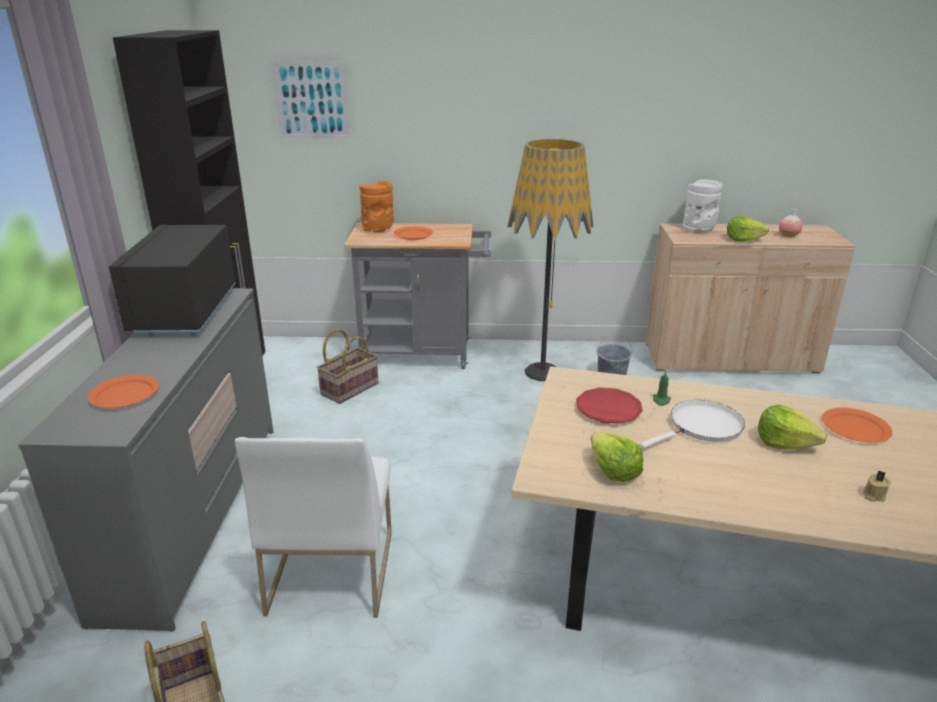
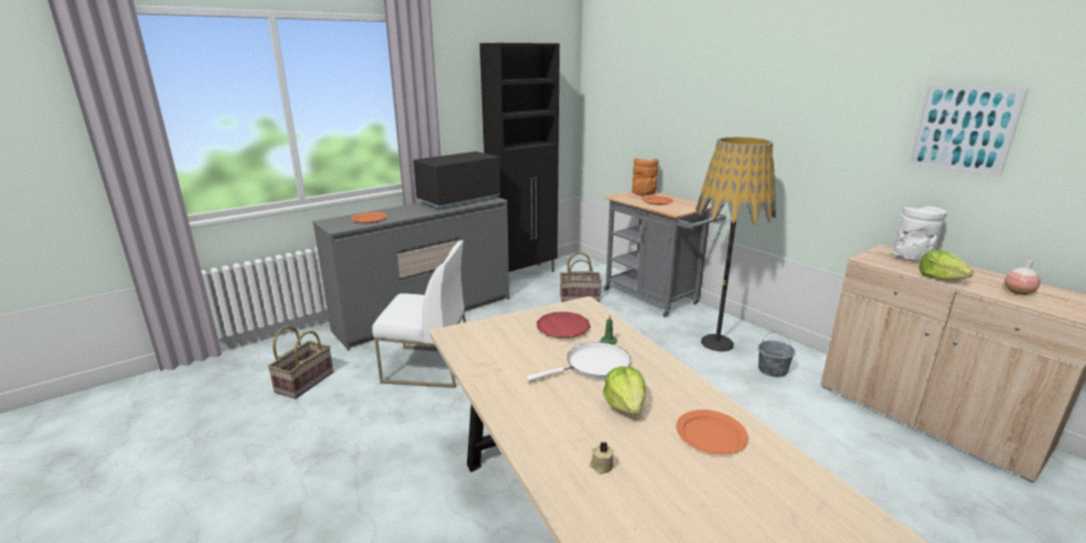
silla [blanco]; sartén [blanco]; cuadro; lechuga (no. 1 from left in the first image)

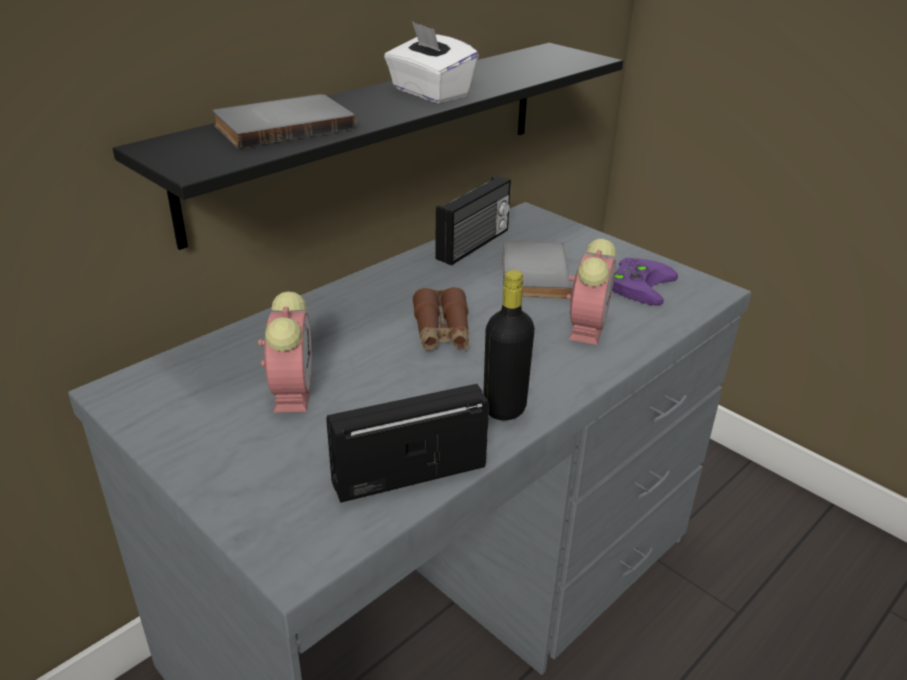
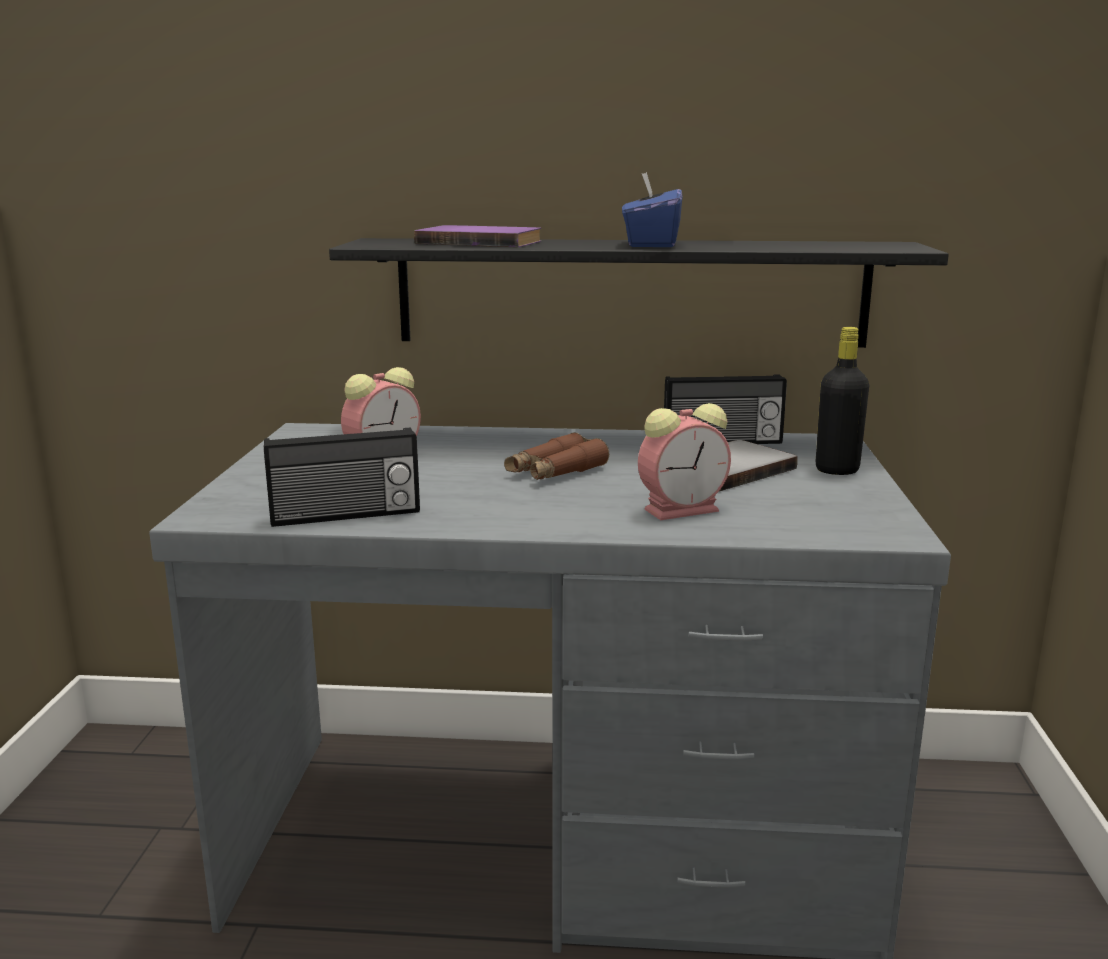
radio (no. 1 from left); libro [morado]; caja de pañuelos [azul]; botella [negro]; mando de consola [morado]

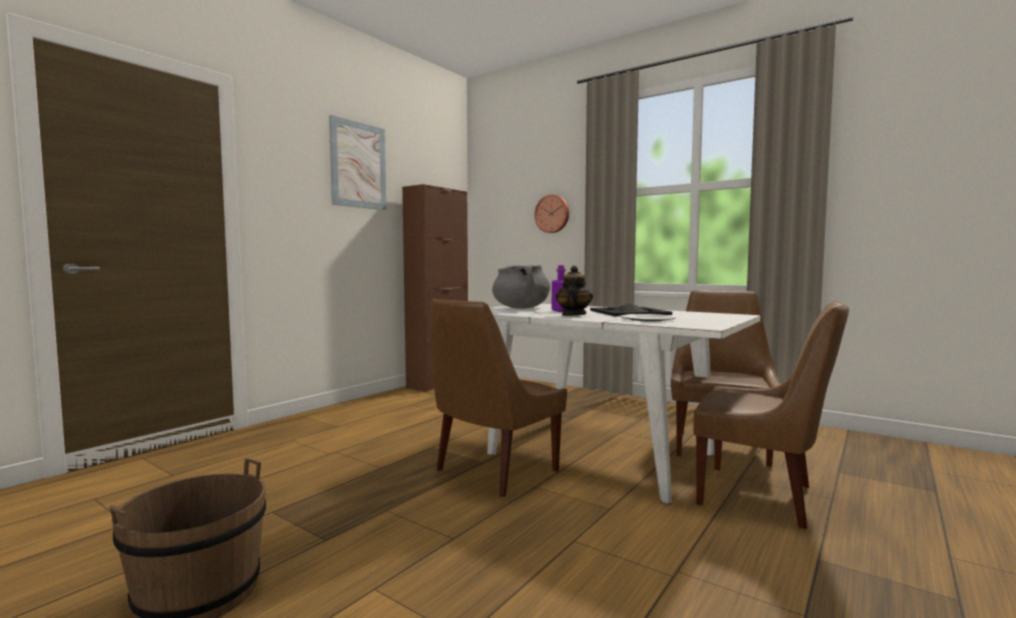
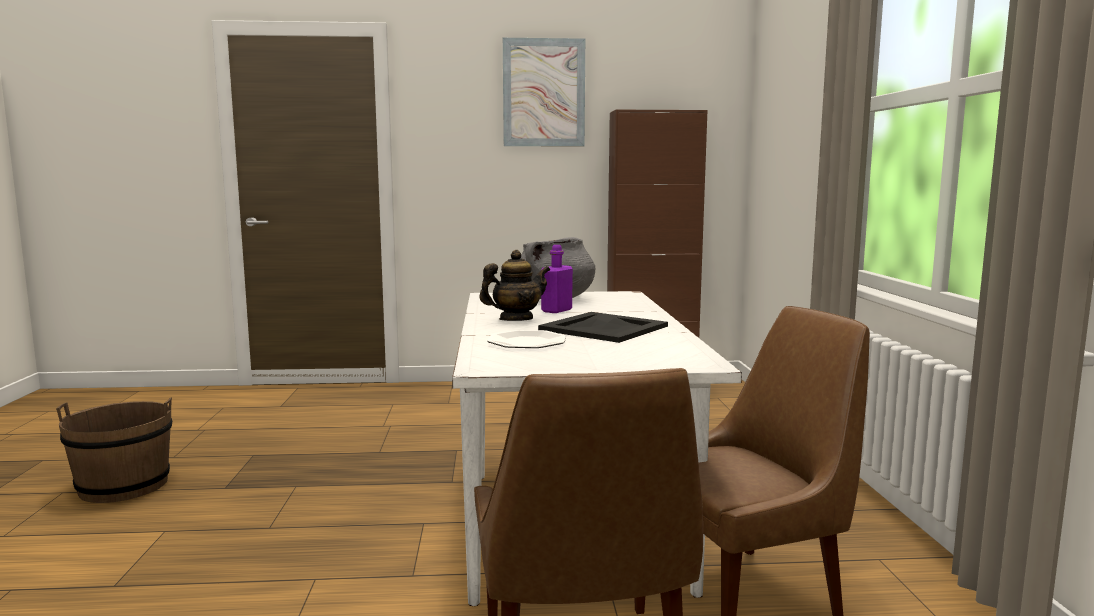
silla [marrón] (no. 1 from left in the first image); reloj de pared

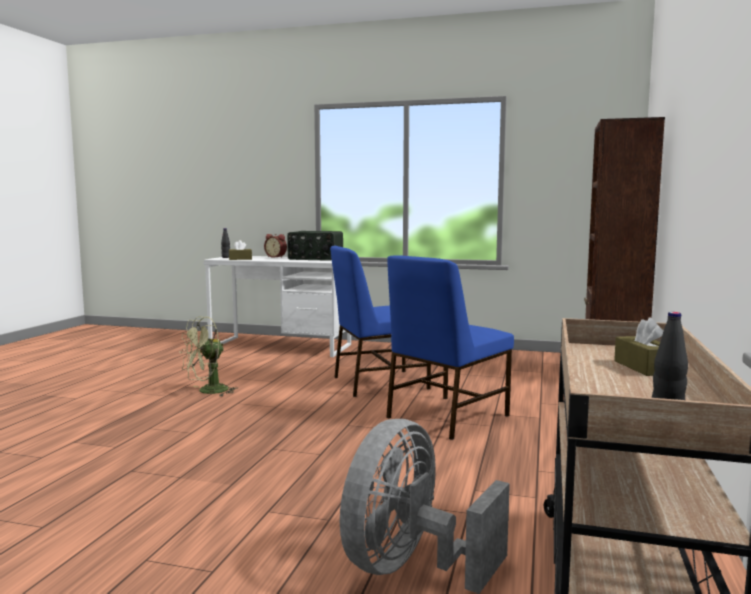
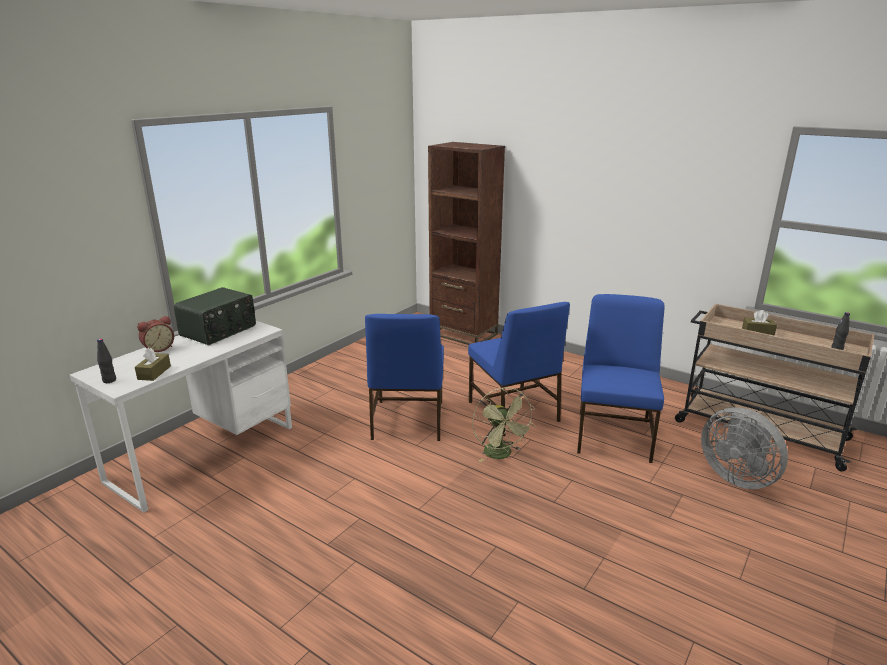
ventilador [verde]; silla [azul] (no. 3 from left)

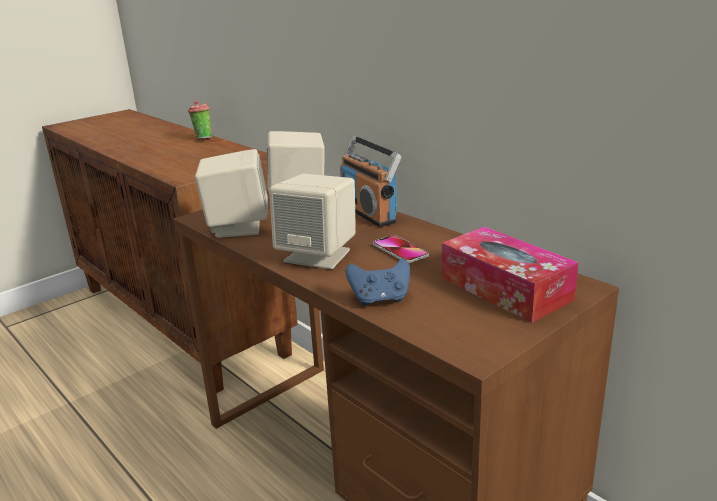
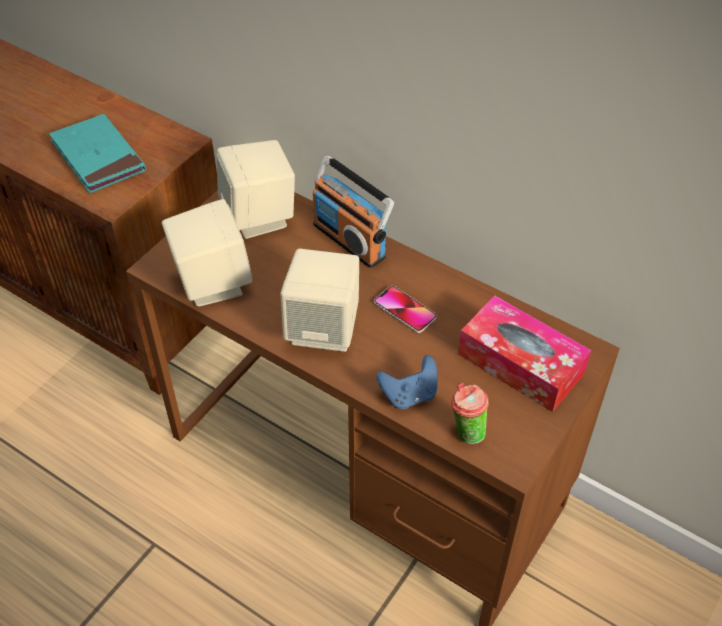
libro [turquesa]; taza

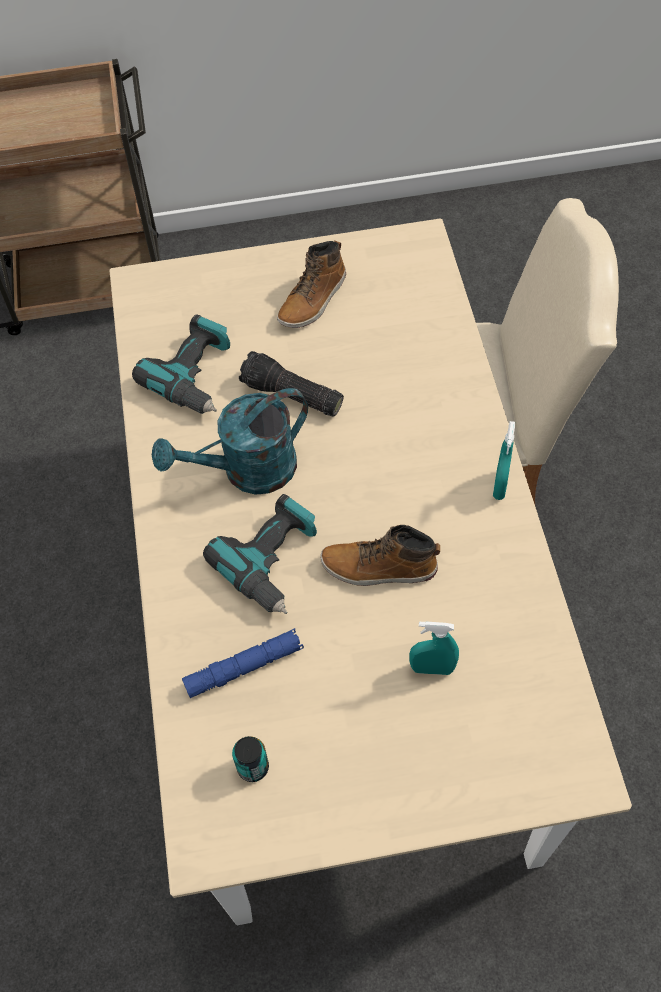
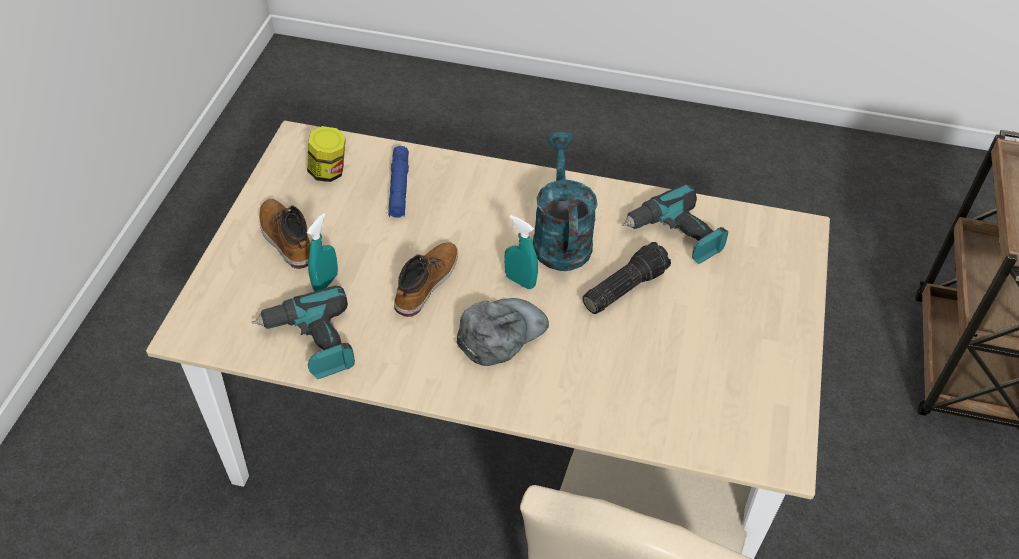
taladro (no. 1 from left); bota (no. 1 from left); tarro; gorra [gris]; pulverizador [turquesa] (no. 2 from left)

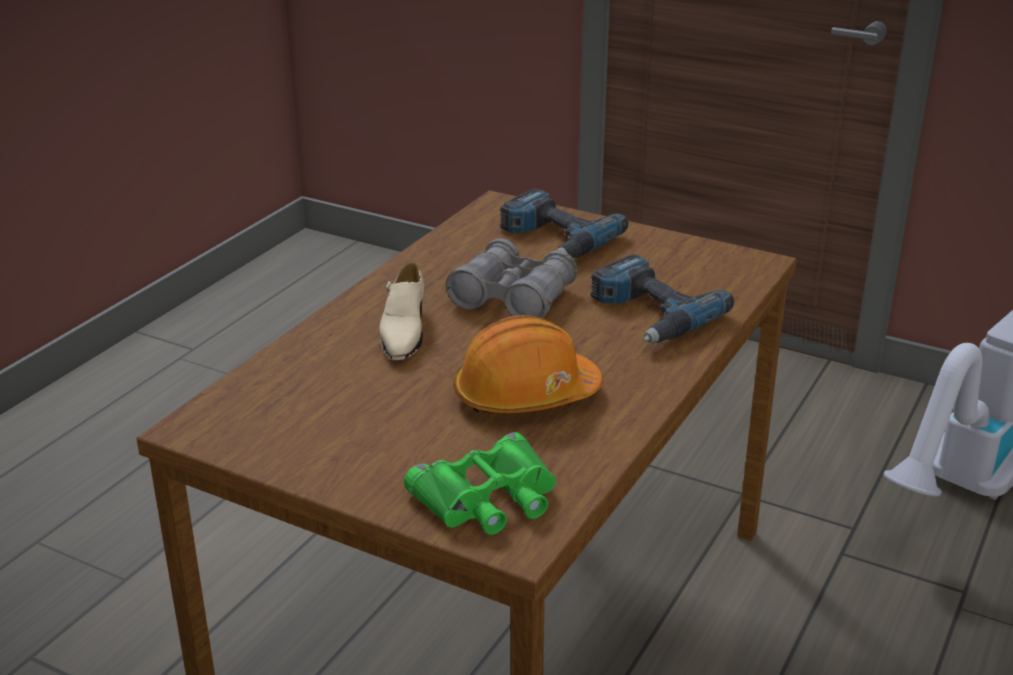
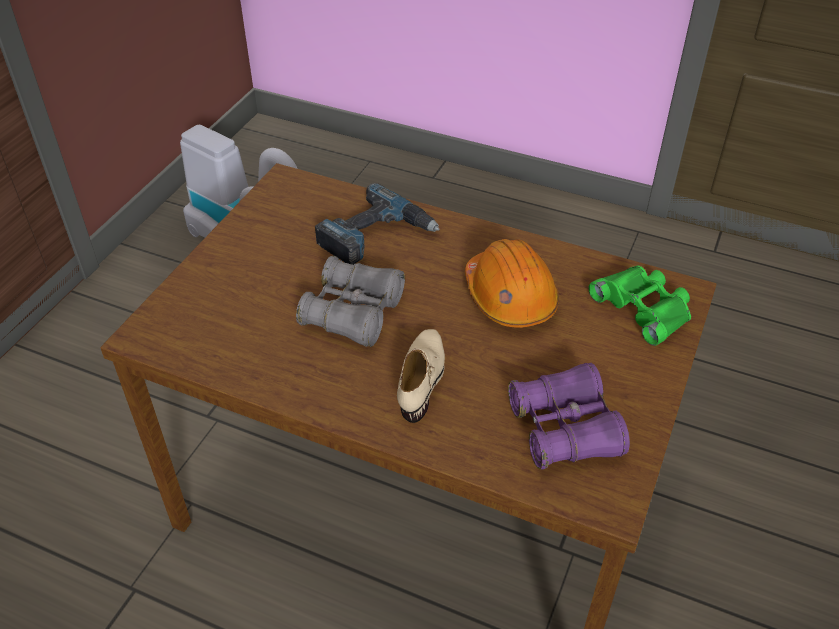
zapato [beis]; prismáticos [morado]; taladro (no. 1 from left in the first image)

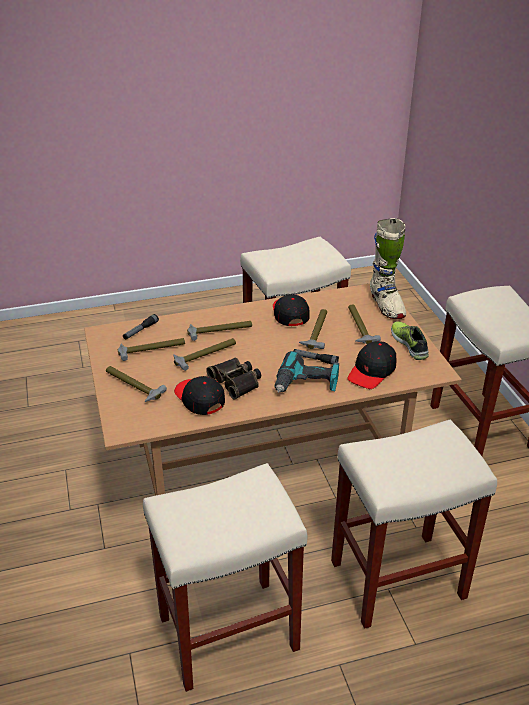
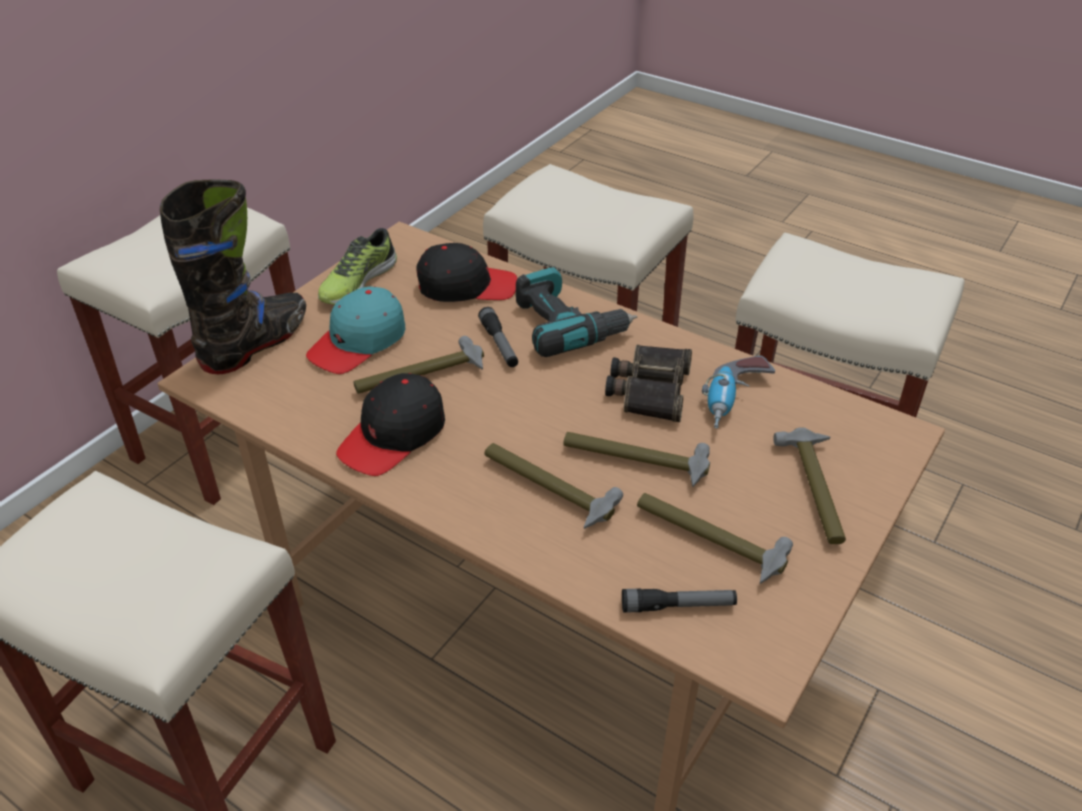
bota [negro]; gorra [turquesa]; taladro (no. 2 from left)

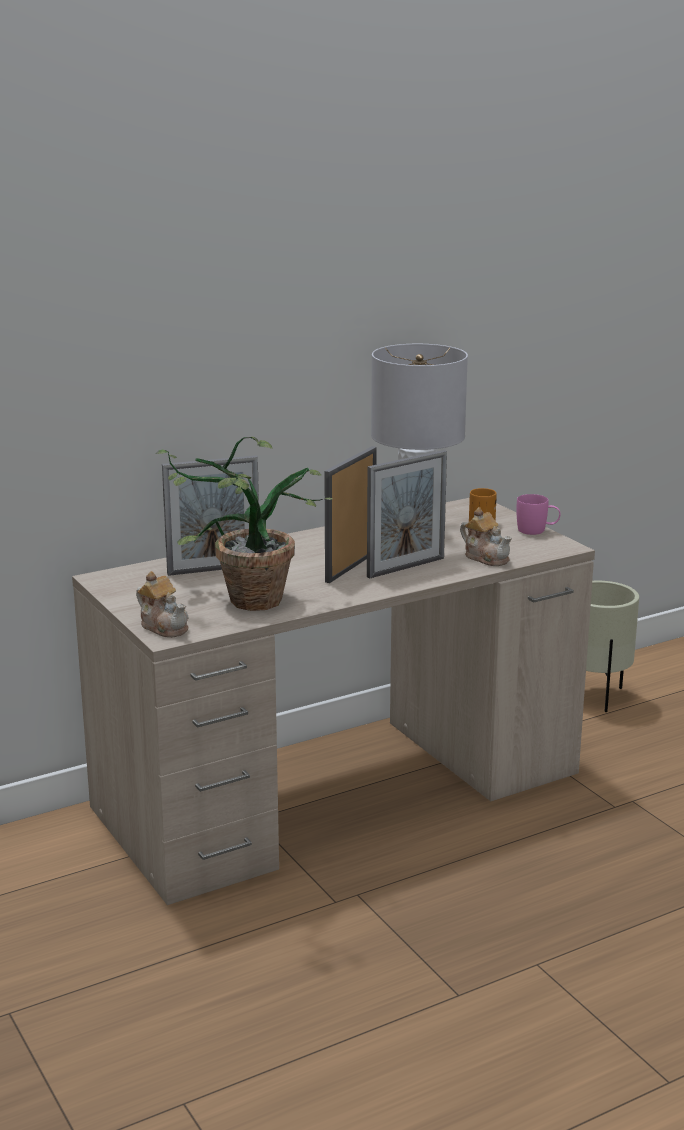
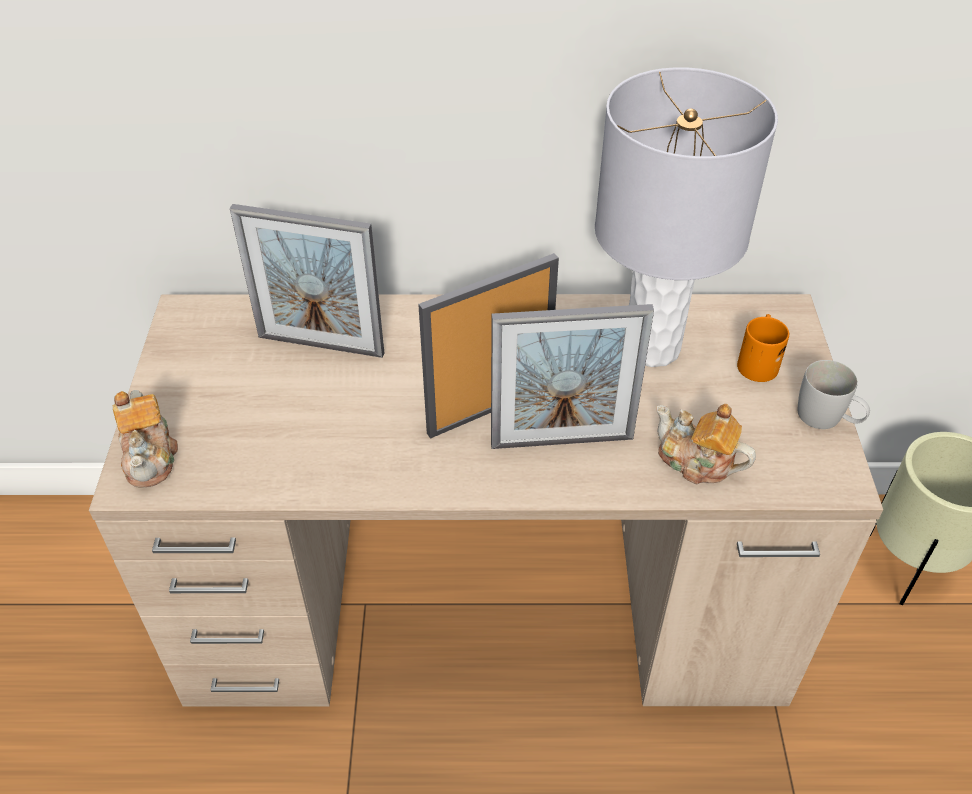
tetera (no. 2 from left); taza grande [blanco]; planta en maceta

